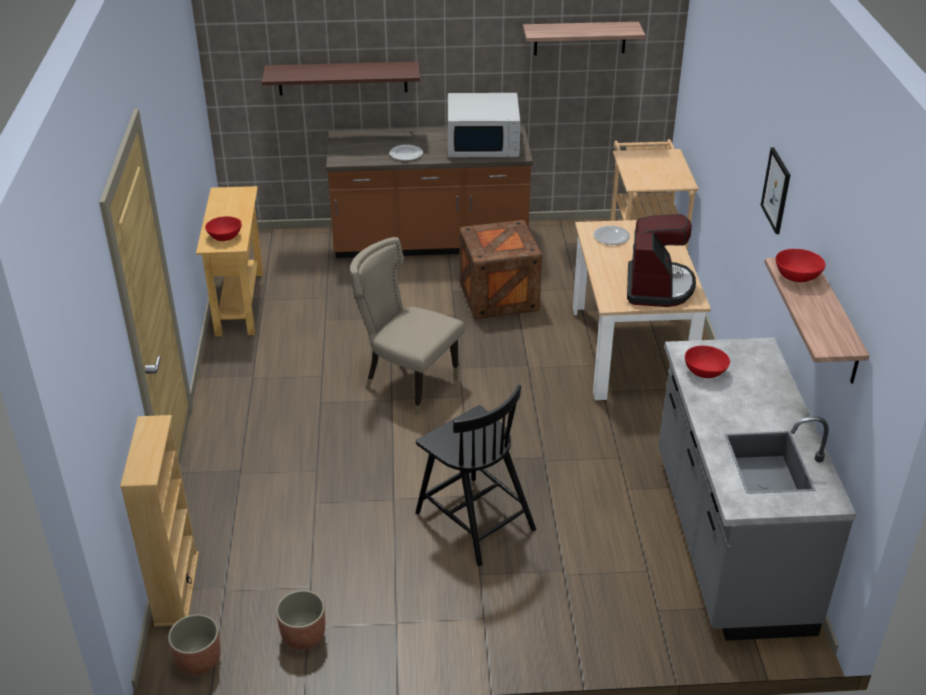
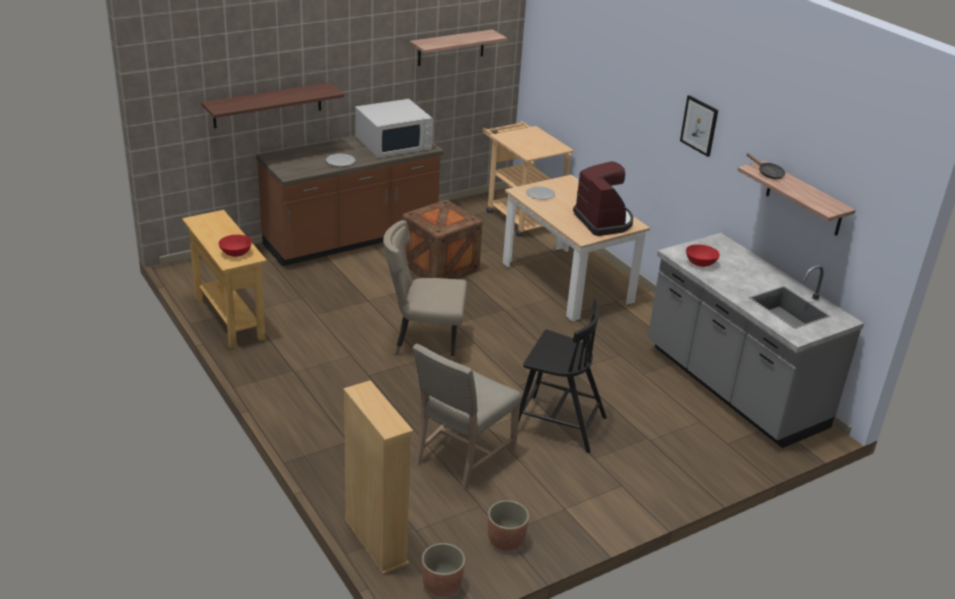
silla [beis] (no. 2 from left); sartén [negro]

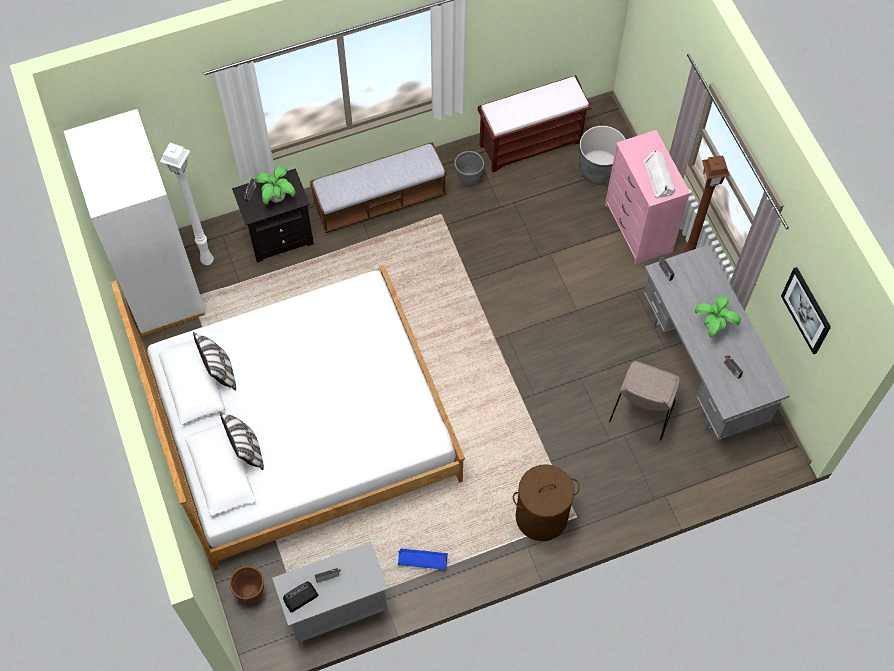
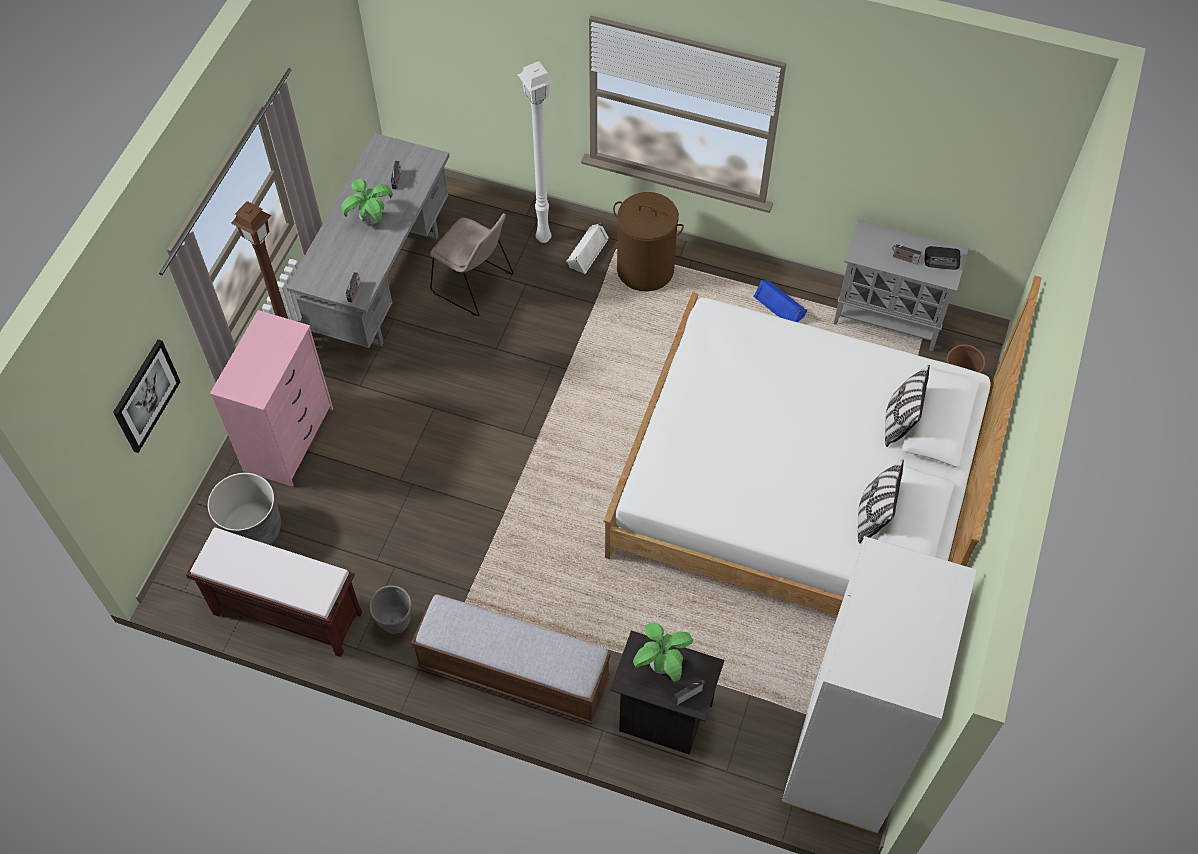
cuadro; silla [beis]; lámpara de pie [blanco]; altavoz [blanco]

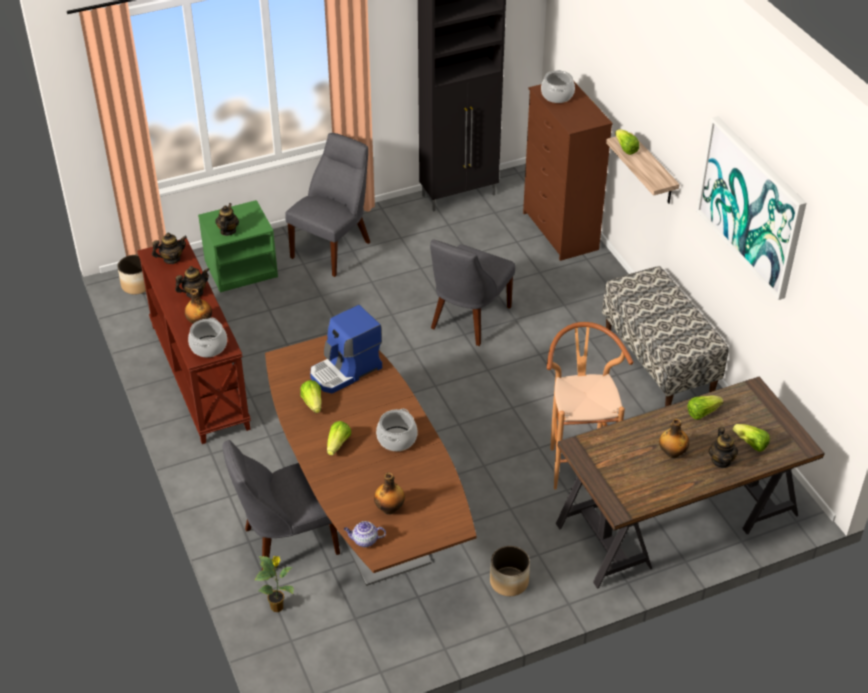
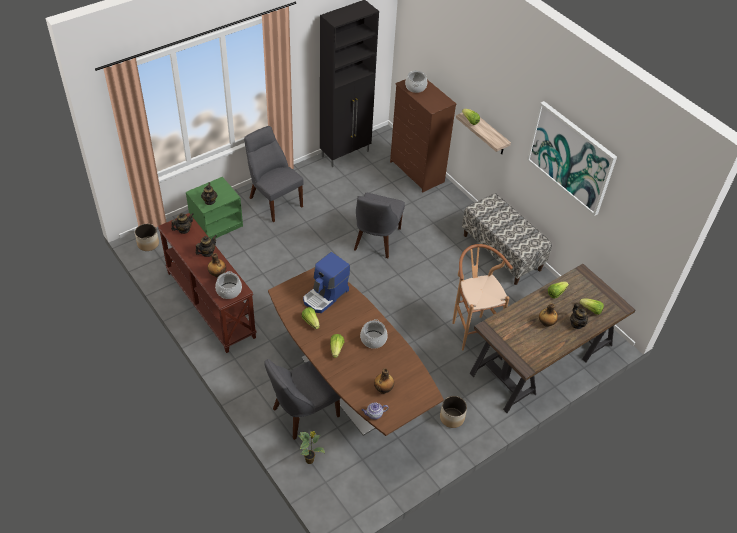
silla [gris] (no. 1 from left)

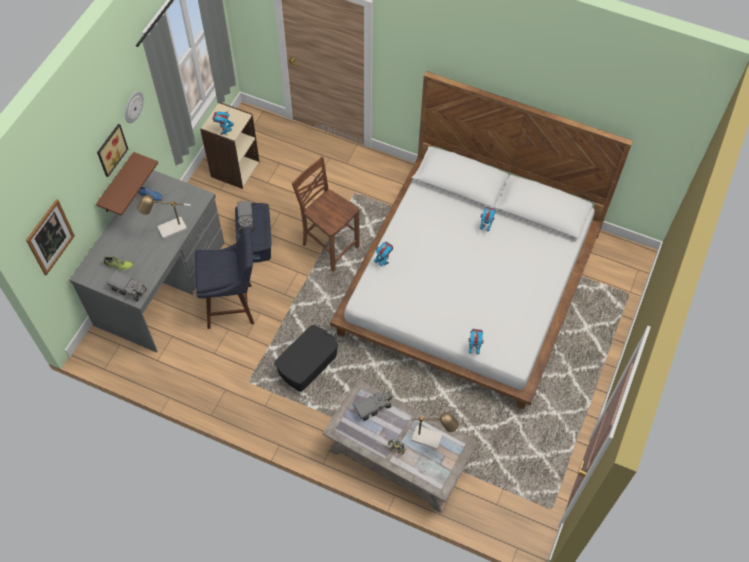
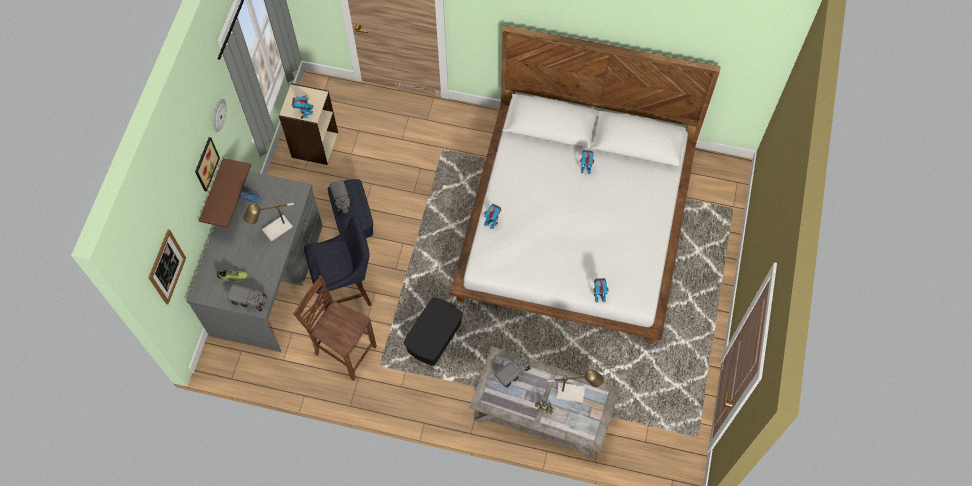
silla [marrón]

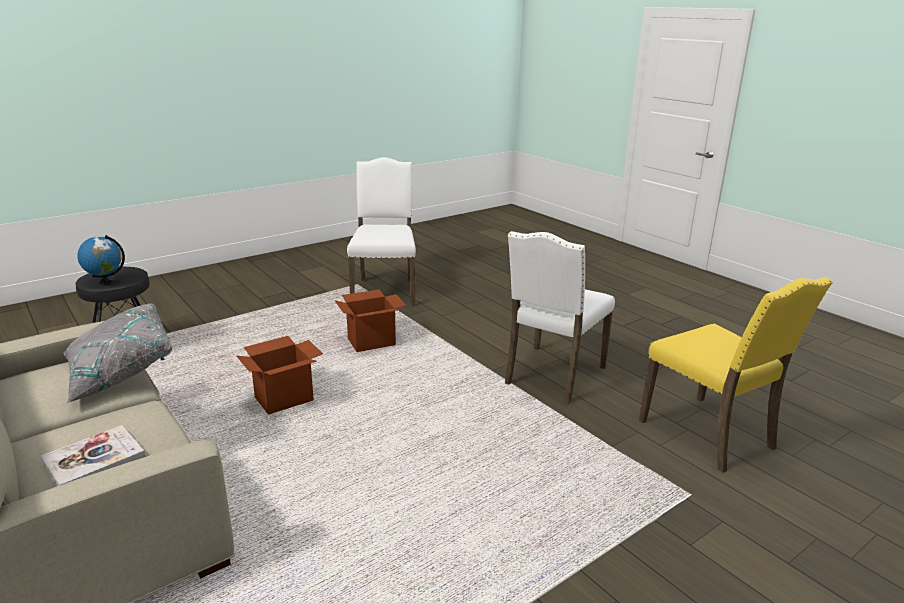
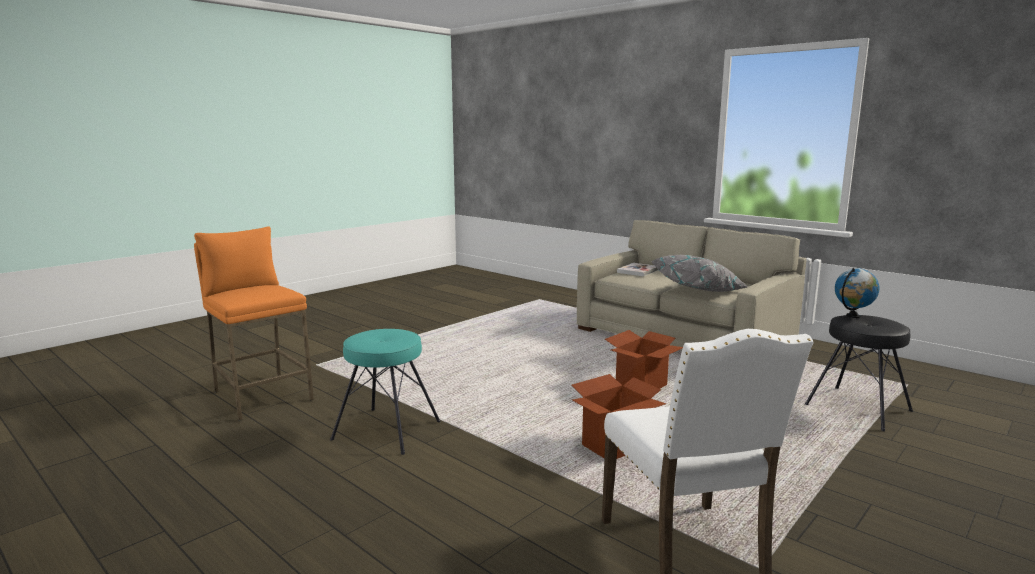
taburete [naranja]; taburete [turquesa]

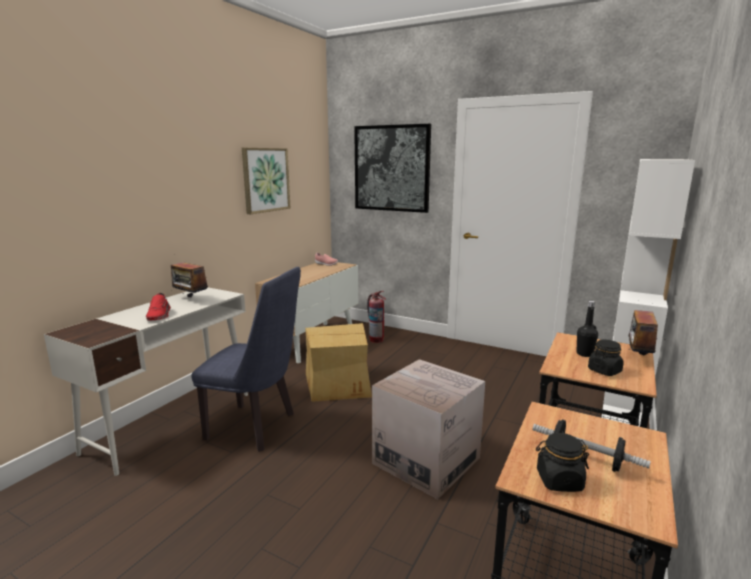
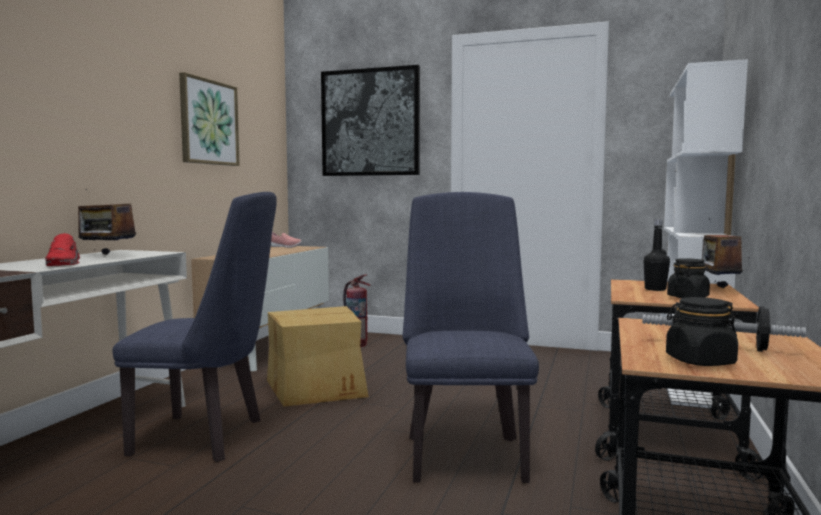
silla [azul] (no. 2 from left)

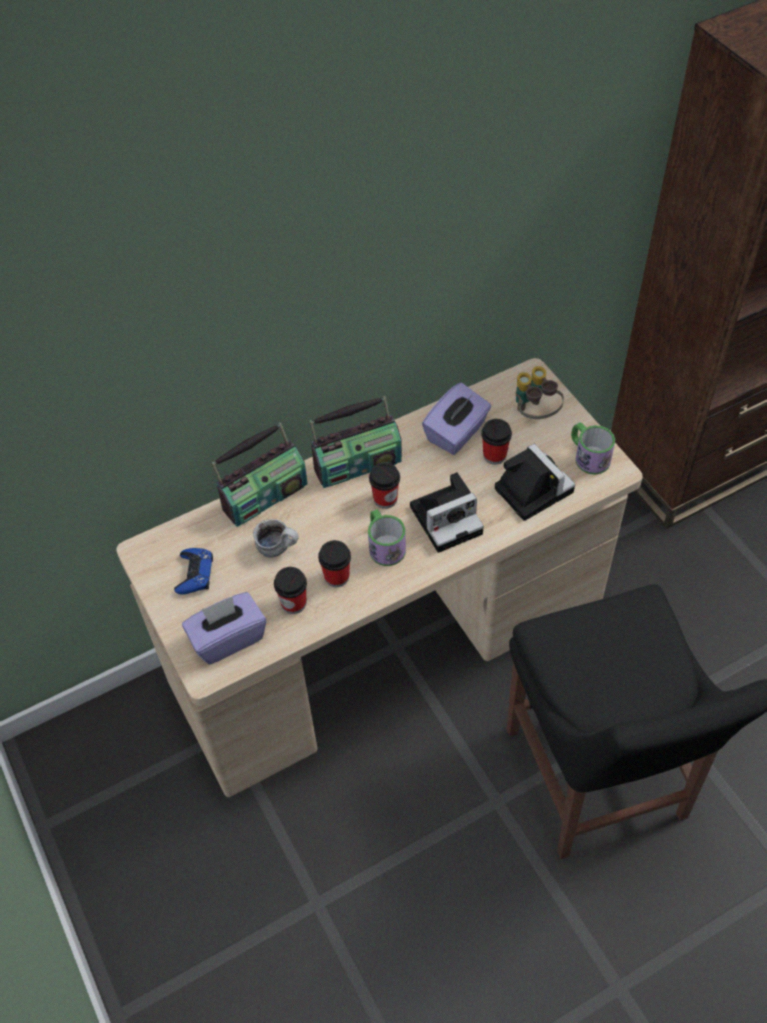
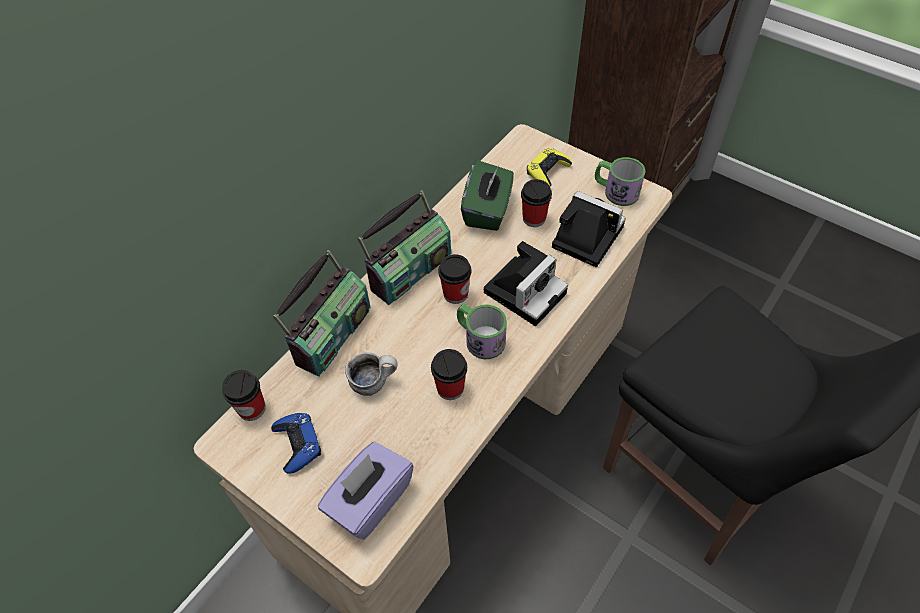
taza (no. 1 from left); caja de pañuelos [verde]; mando de consola [amarillo]

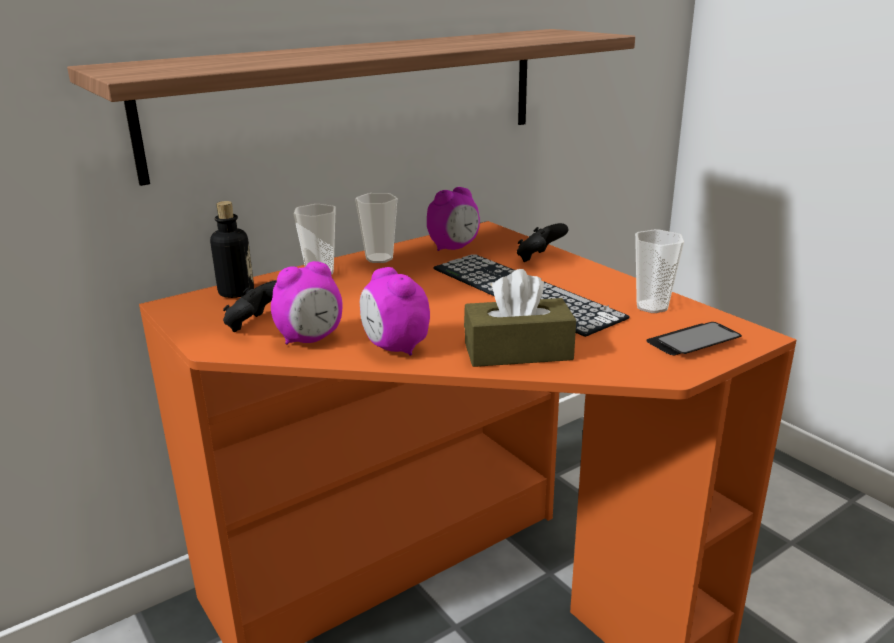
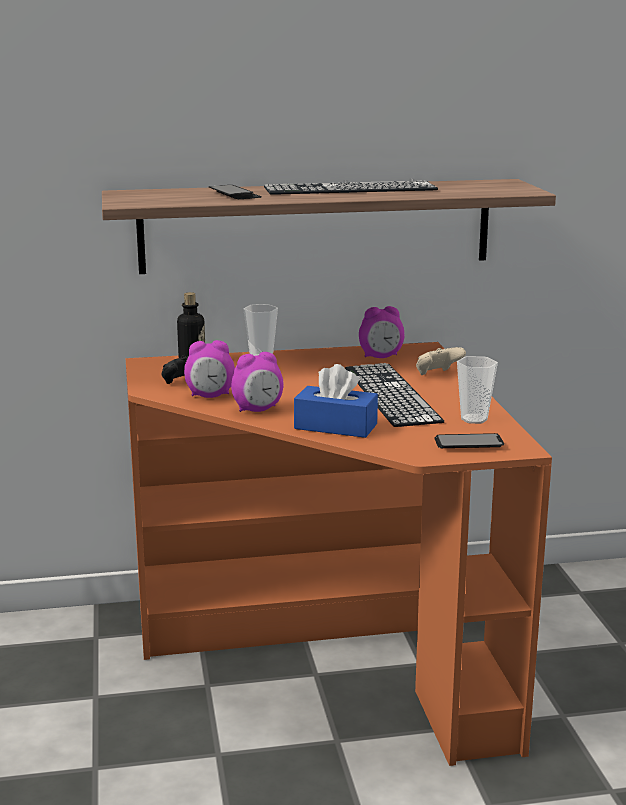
móvil (no. 1 from left); despertador (no. 2 from left); teclado (no. 1 from left); caja de pañuelos [azul]; mando de consola [beis]; taza (no. 2 from left in the first image)

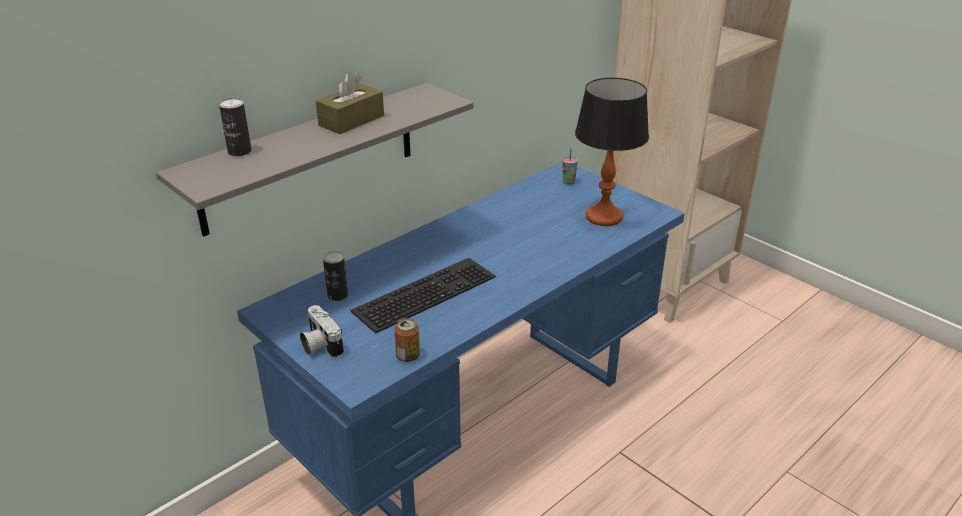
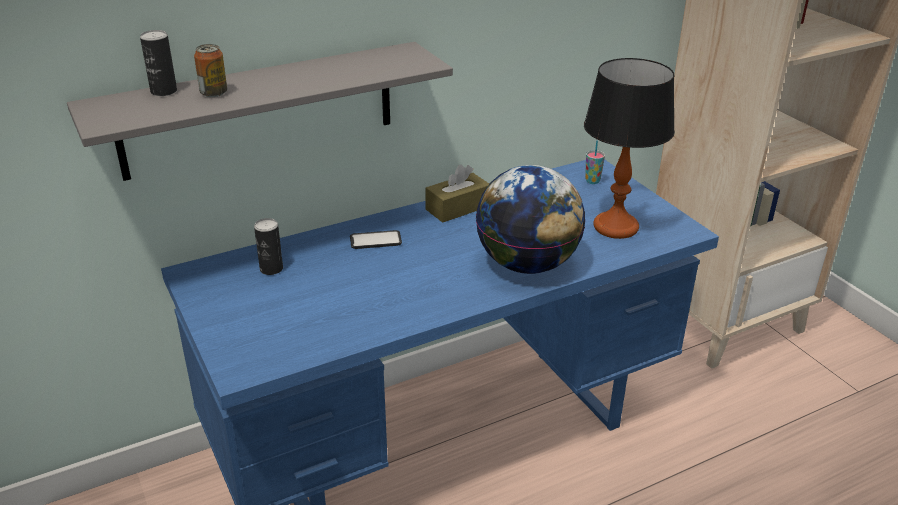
lata (no. 2 from left); móvil; caja de pañuelos [marrón]; globo terráqueo; cámara; teclado

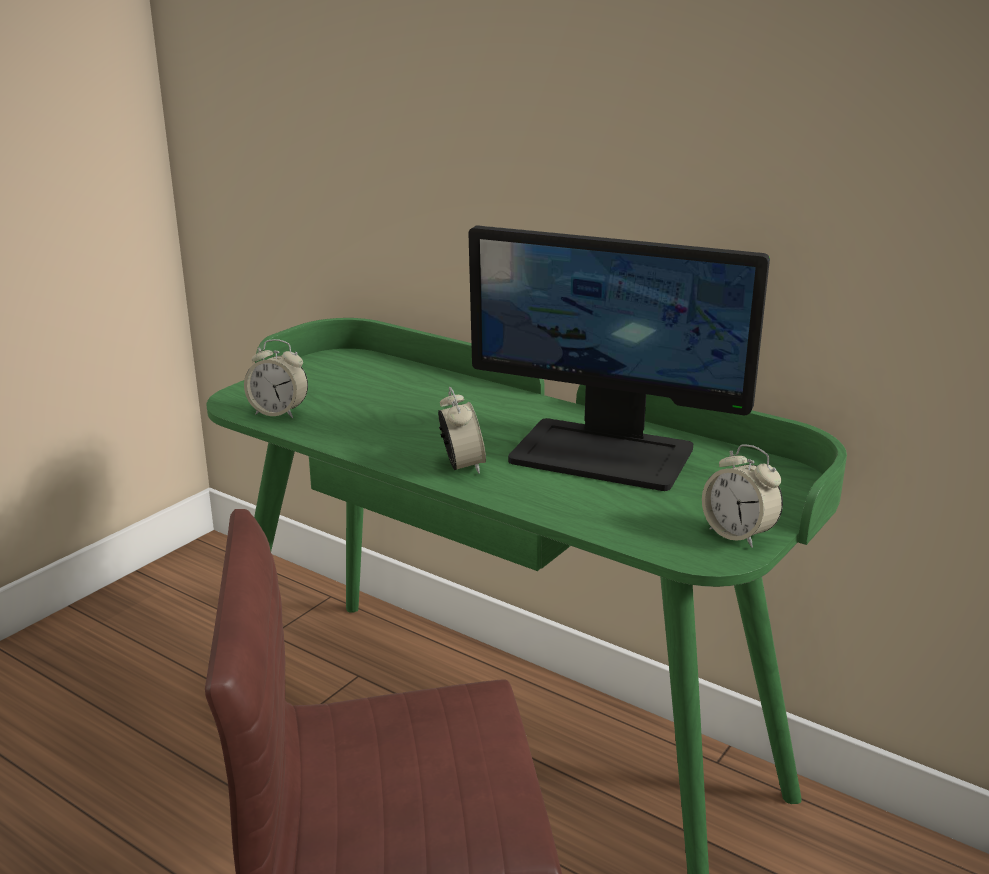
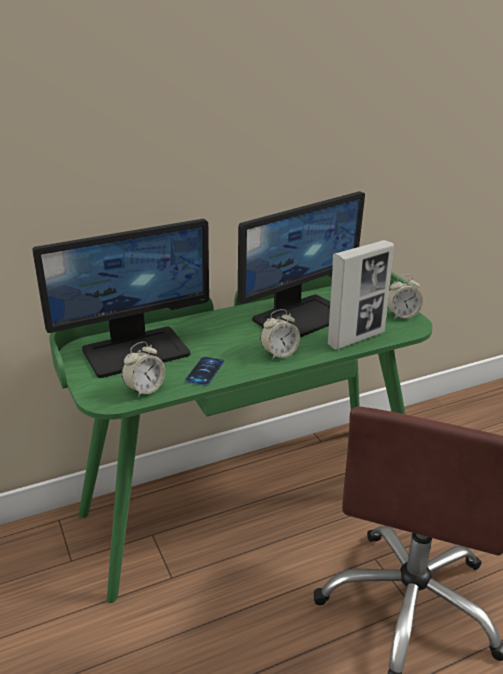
monitor (no. 1 from left); móvil; despertador (no. 2 from left); portarretratos

